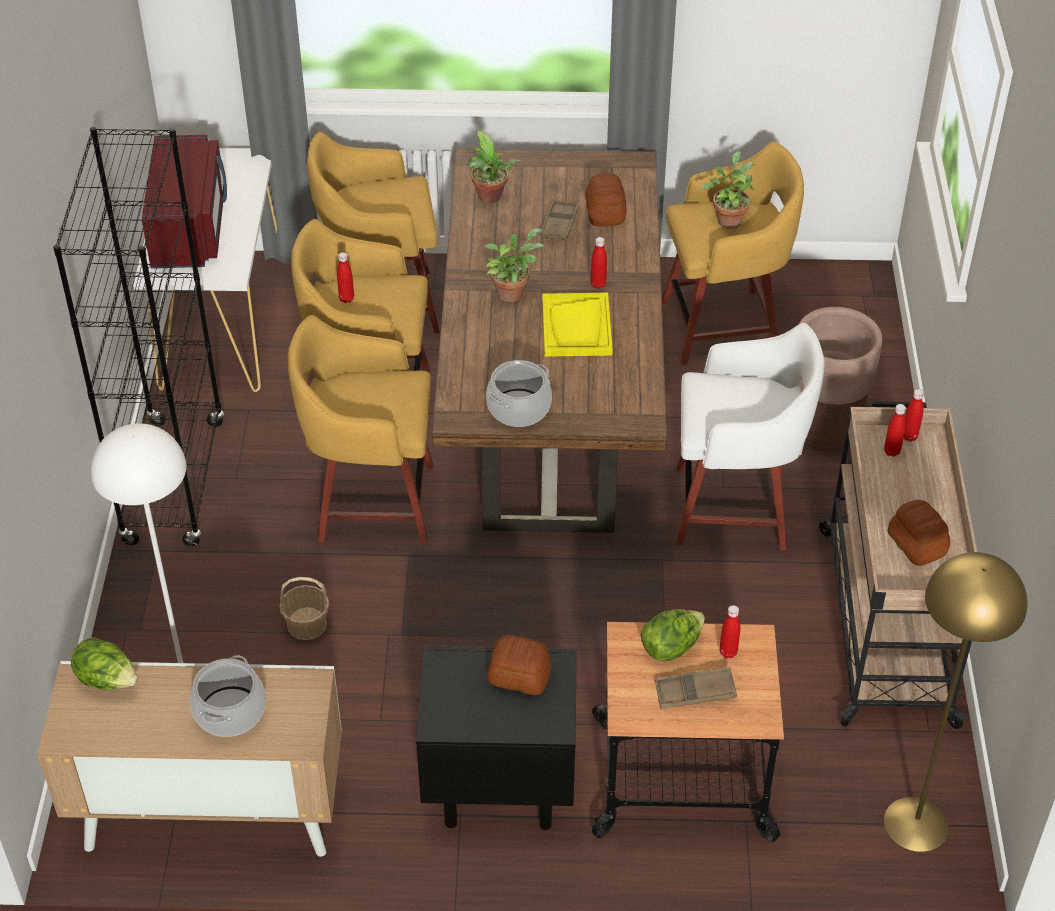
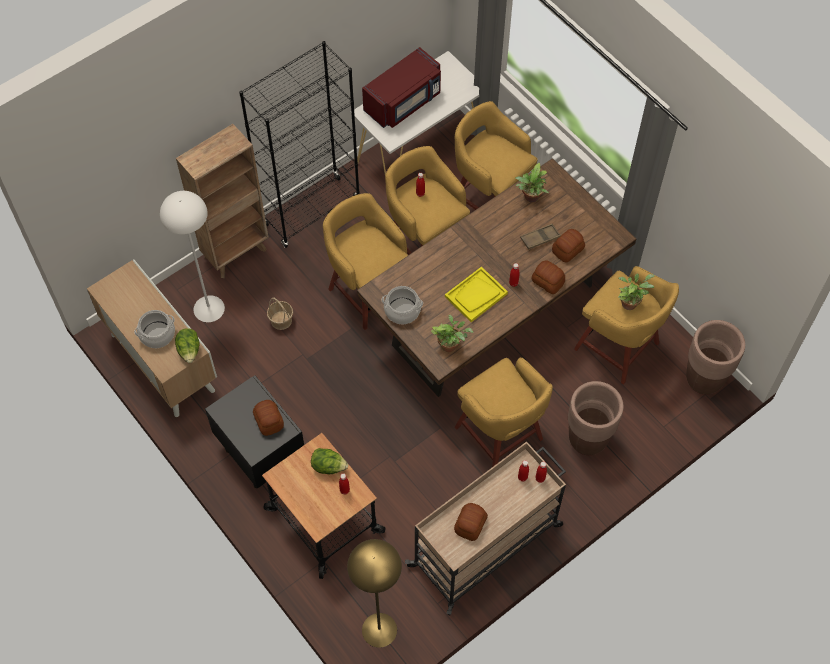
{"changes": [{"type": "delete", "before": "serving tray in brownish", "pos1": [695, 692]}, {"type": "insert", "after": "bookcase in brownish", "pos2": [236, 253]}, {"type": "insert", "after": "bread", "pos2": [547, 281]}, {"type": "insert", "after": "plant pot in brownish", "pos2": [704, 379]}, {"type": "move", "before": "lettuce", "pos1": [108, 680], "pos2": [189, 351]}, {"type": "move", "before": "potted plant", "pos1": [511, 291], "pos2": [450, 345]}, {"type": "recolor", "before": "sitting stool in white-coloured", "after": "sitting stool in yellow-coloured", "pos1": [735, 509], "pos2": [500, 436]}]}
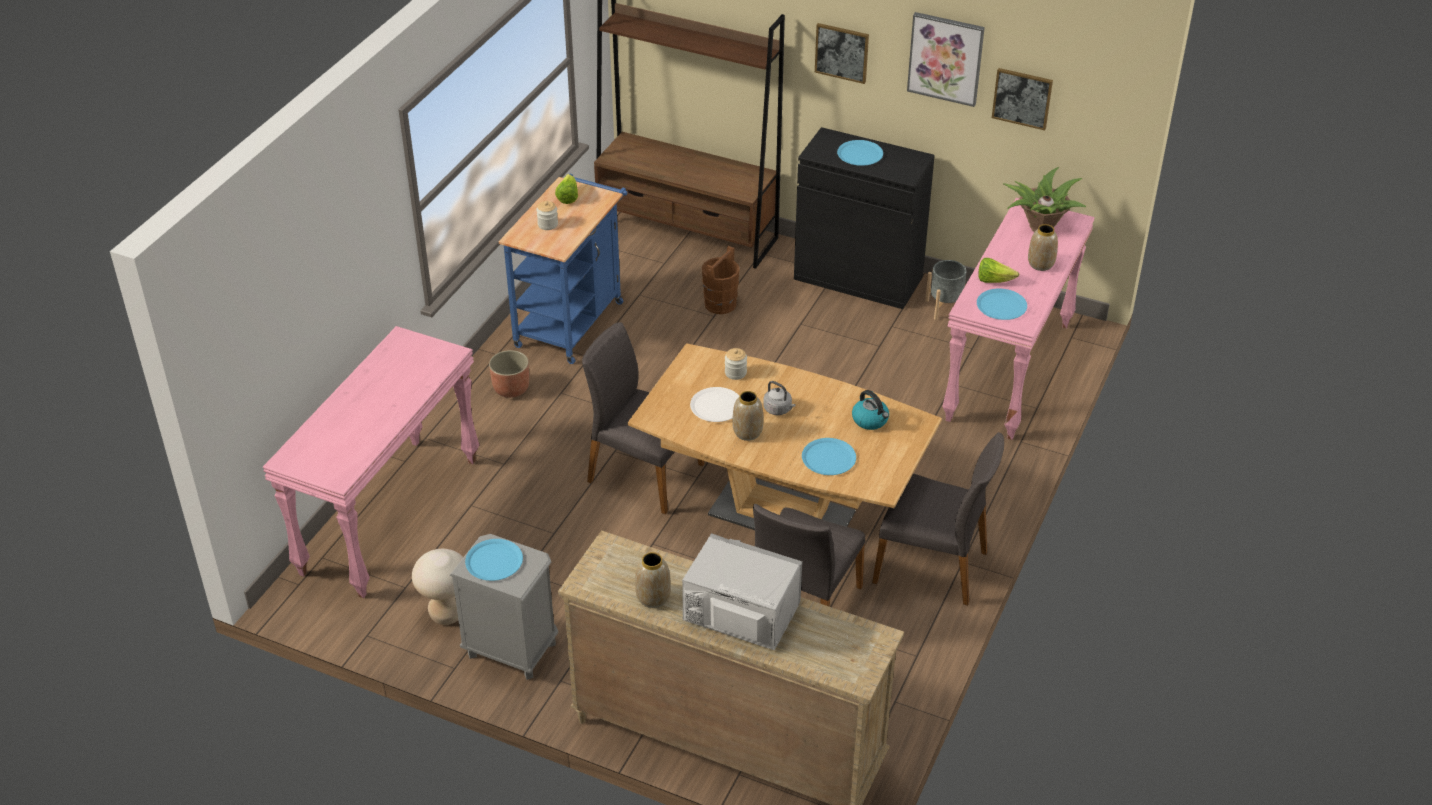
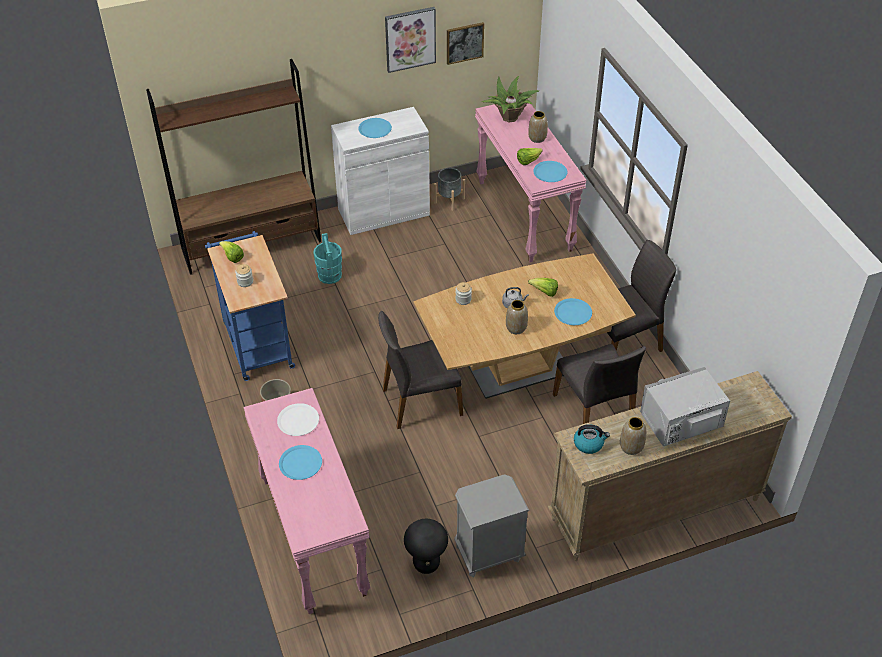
{"changes": [{"type": "delete", "before": "wall art", "pos1": [842, 52]}, {"type": "insert", "after": "lettuce", "pos2": [544, 292]}, {"type": "move", "before": "flat dish in blue-coloured", "pos1": [494, 561], "pos2": [300, 463]}, {"type": "move", "before": "flat dish in white-coloured", "pos1": [716, 406], "pos2": [298, 420]}, {"type": "move", "before": "water kettle", "pos1": [870, 420], "pos2": [589, 444]}, {"type": "recolor", "before": "sitting stool in sand-coloured", "after": "sitting stool in black", "pos1": [447, 614], "pos2": [426, 564]}, {"type": "recolor", "before": "pail in brownish", "after": "pail in blue-green", "pos1": [720, 304], "pos2": [330, 275]}, {"type": "recolor", "before": "storage cabinet in black", "after": "storage cabinet in white-coloured", "pos1": [858, 278], "pos2": [383, 212]}]}
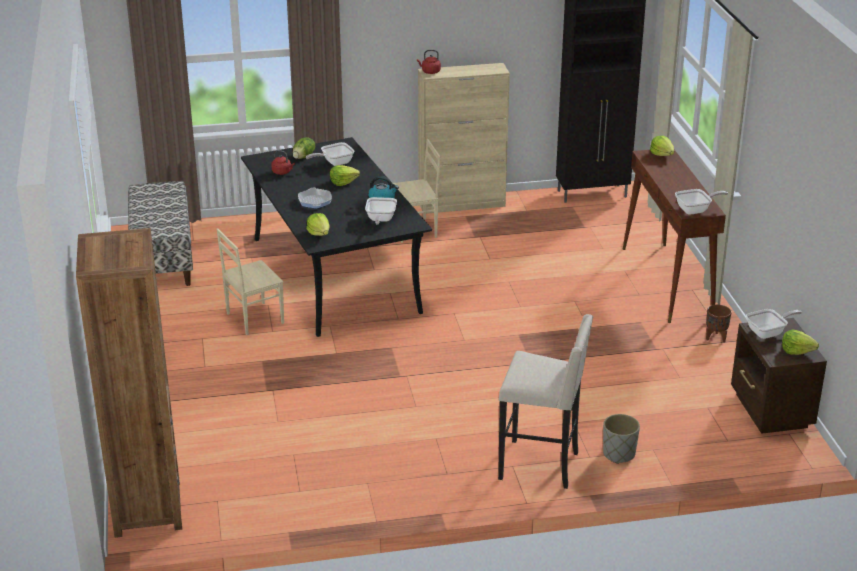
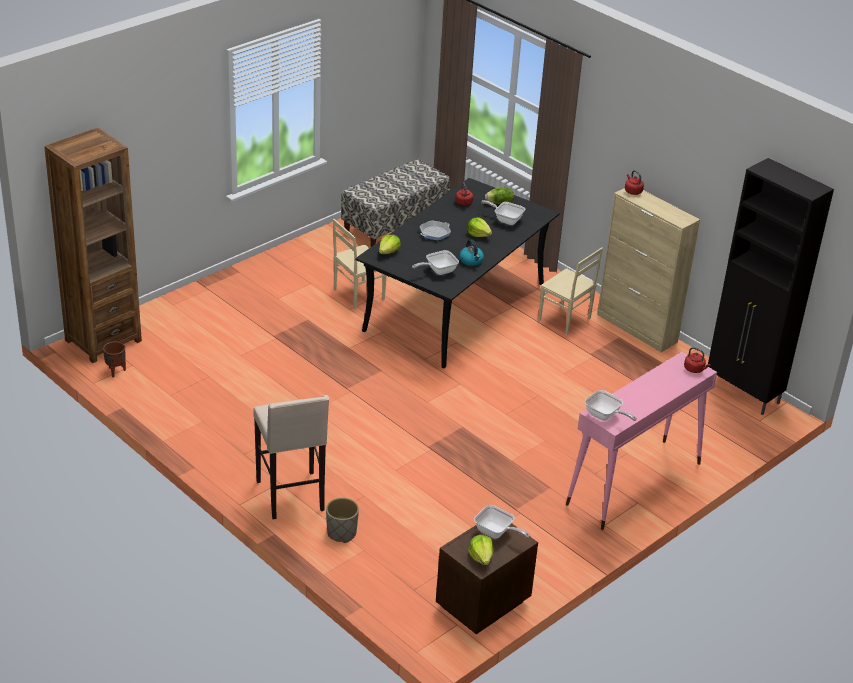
{"changes": [{"type": "move", "before": "plant pot in brownish", "pos1": [715, 338], "pos2": [115, 371]}, {"type": "replace", "before": "lettuce", "after": "water kettle in reddish", "pos1": [662, 154], "pos2": [695, 369]}, {"type": "recolor", "before": "hall table in brownish", "after": "hall table in pink-coloured", "pos1": [667, 282], "pos2": [633, 484]}, {"type": "rotate", "before": "upright chair in sand-coloured", "pos1": [253, 318], "pos2": [358, 294], "turn": -60}]}
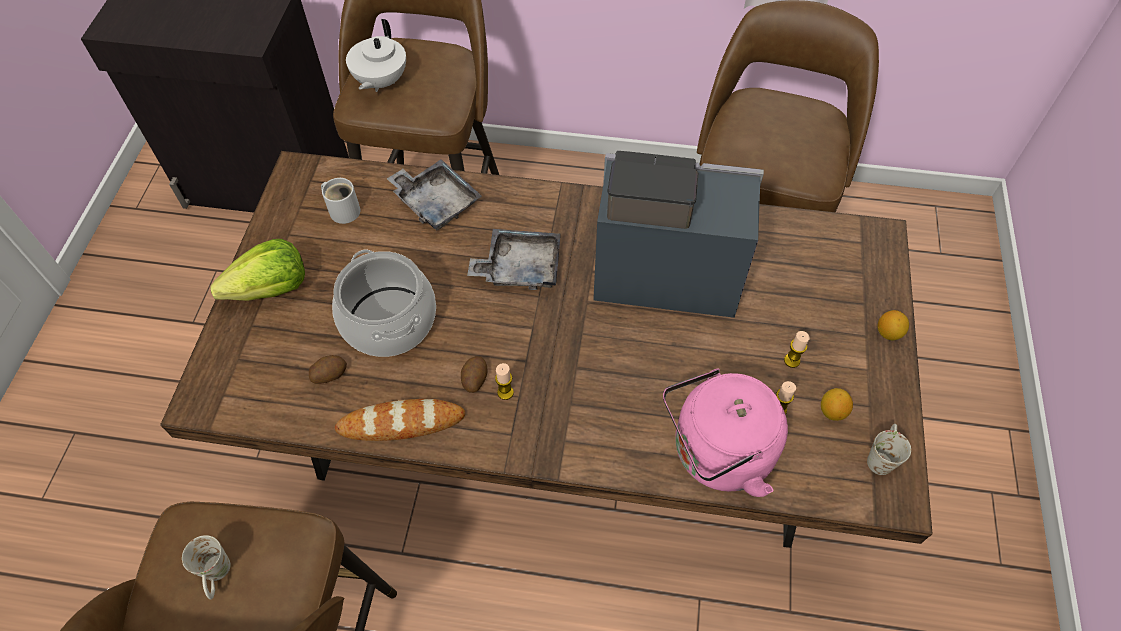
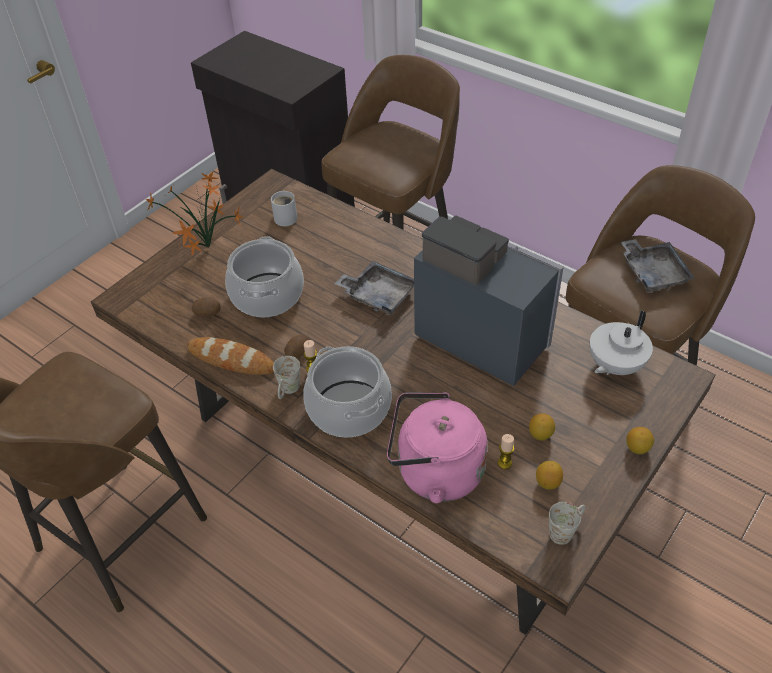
{"changes": [{"type": "insert", "after": "cooking pot", "pos2": [349, 408]}, {"type": "move", "before": "coffee mug in white-coloured", "pos1": [217, 576], "pos2": [288, 391]}, {"type": "move", "before": "teapot in white-coloured", "pos1": [380, 82], "pos2": [614, 365]}, {"type": "move", "before": "serving tray in greyish", "pos1": [436, 202], "pos2": [653, 273]}, {"type": "replace", "before": "lettuce", "after": "potted plant", "pos1": [271, 289], "pos2": [207, 249]}, {"type": "replace", "before": "wax candle", "after": "citrus fruit", "pos1": [792, 360], "pos2": [540, 434]}]}
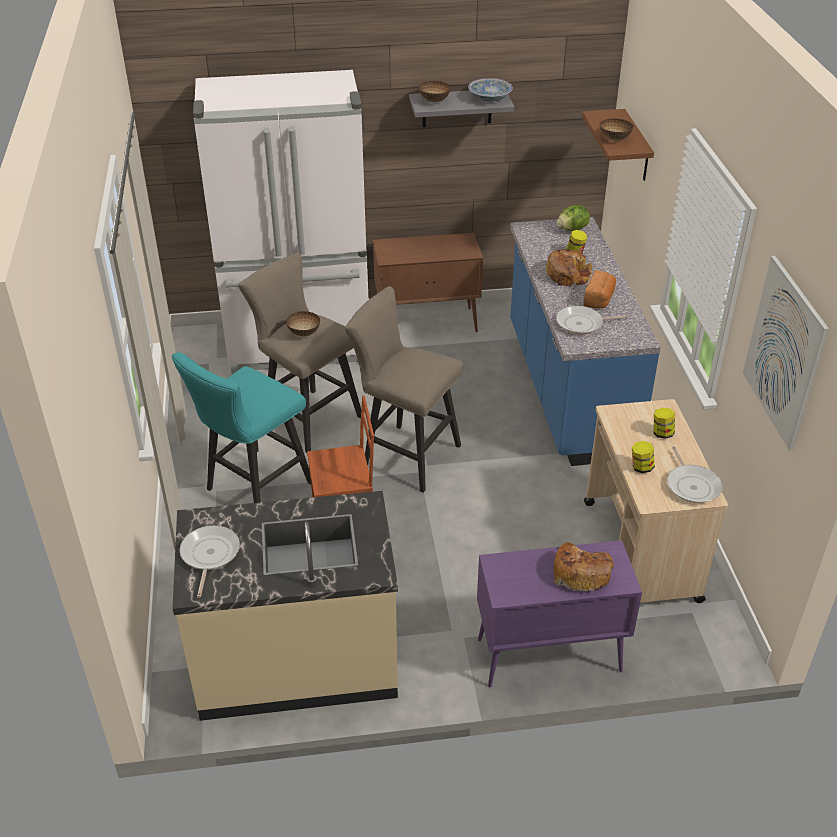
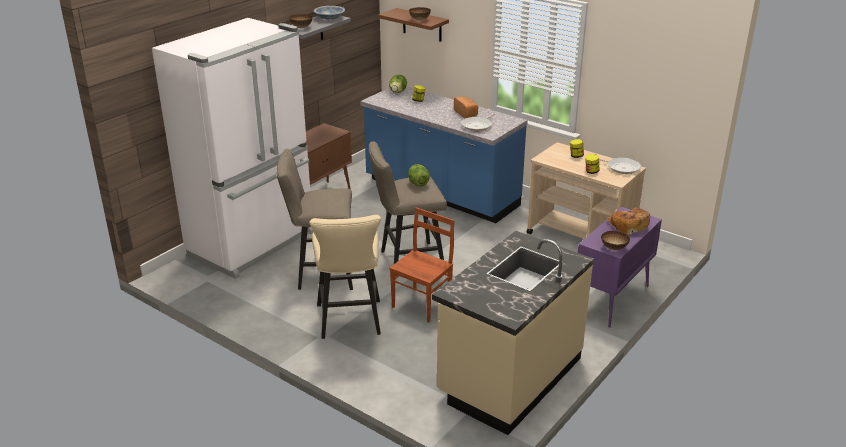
{"changes": [{"type": "delete", "before": "pan", "pos1": [209, 555]}, {"type": "delete", "before": "bread", "pos1": [567, 275]}, {"type": "delete", "before": "wall art", "pos1": [784, 352]}, {"type": "insert", "after": "lettuce", "pos2": [418, 183]}, {"type": "move", "before": "deep dish", "pos1": [304, 333], "pos2": [614, 248]}, {"type": "recolor", "before": "sitting stool in blue-green", "after": "sitting stool in sand-coloured", "pos1": [253, 489], "pos2": [350, 322]}]}
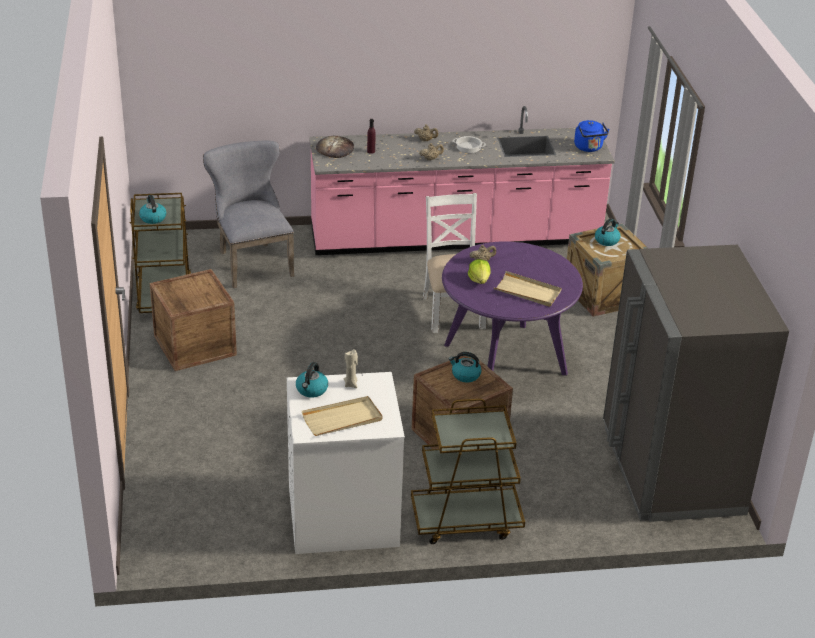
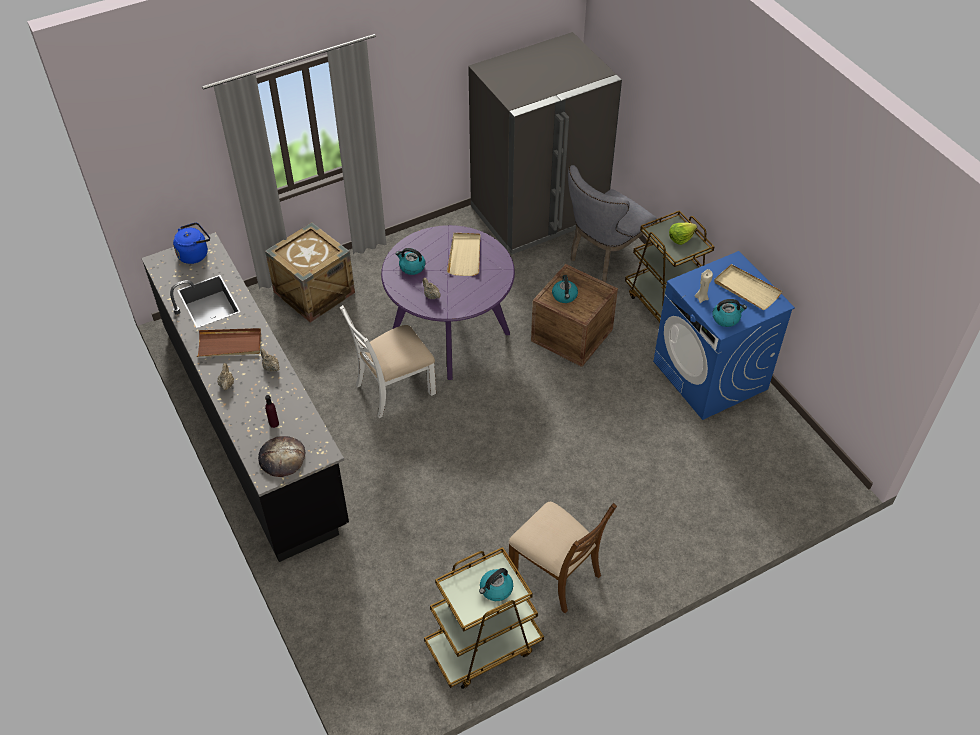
{"changes": [{"type": "move", "before": "upright chair in greyish", "pos1": [251, 262], "pos2": [605, 258]}, {"type": "move", "before": "lettuce", "pos1": [479, 280], "pos2": [681, 238]}, {"type": "move", "before": "water kettle", "pos1": [607, 240], "pos2": [411, 267]}, {"type": "replace", "before": "packing crate", "after": "upright chair in brownish", "pos1": [195, 345], "pos2": [556, 573]}, {"type": "replace", "before": "cooking pot", "after": "serving tray in brownish", "pos1": [468, 147], "pos2": [230, 344]}, {"type": "recolor", "before": "washing machine in white-coloured", "after": "washing machine in blue-coloured", "pos1": [342, 516], "pos2": [710, 376]}, {"type": "recolor", "before": "kitchen counter in pink-coloured", "after": "kitchen counter in black", "pos1": [455, 238], "pos2": [254, 424]}]}
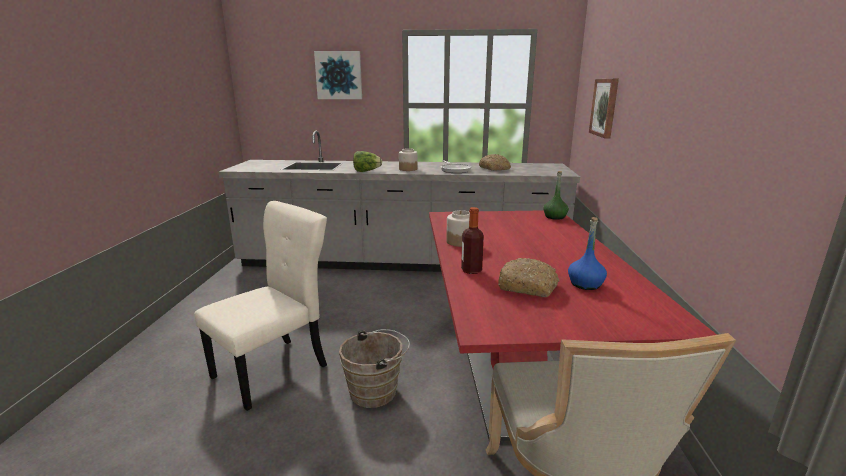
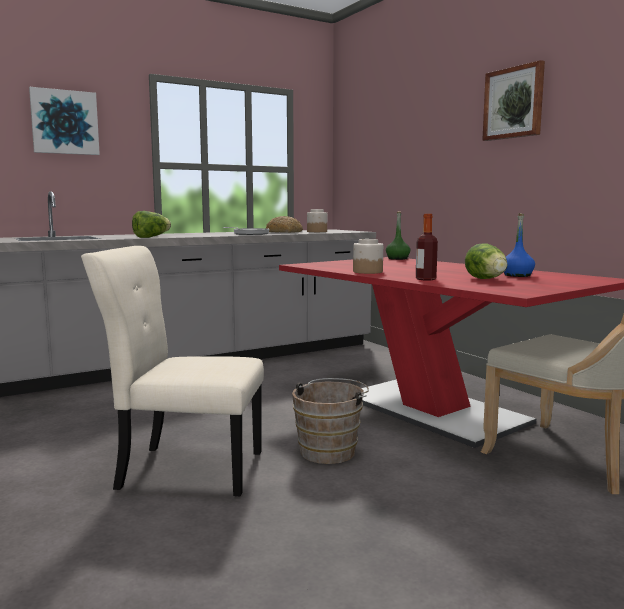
{"changes": [{"type": "move", "before": "preserve jar", "pos1": [408, 169], "pos2": [316, 231]}, {"type": "move", "before": "wall art", "pos1": [605, 107], "pos2": [514, 103]}, {"type": "replace", "before": "bread", "after": "lettuce", "pos1": [528, 286], "pos2": [487, 279]}, {"type": "rotate", "before": "upright chair in sand-coloured", "pos1": [274, 369], "pos2": [185, 469], "turn": -90}]}
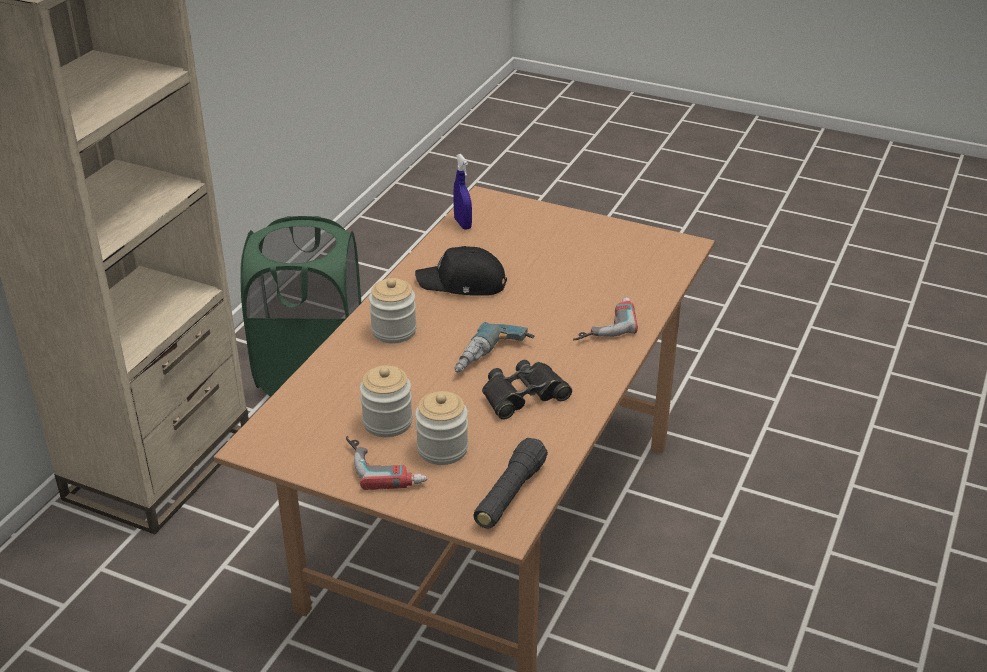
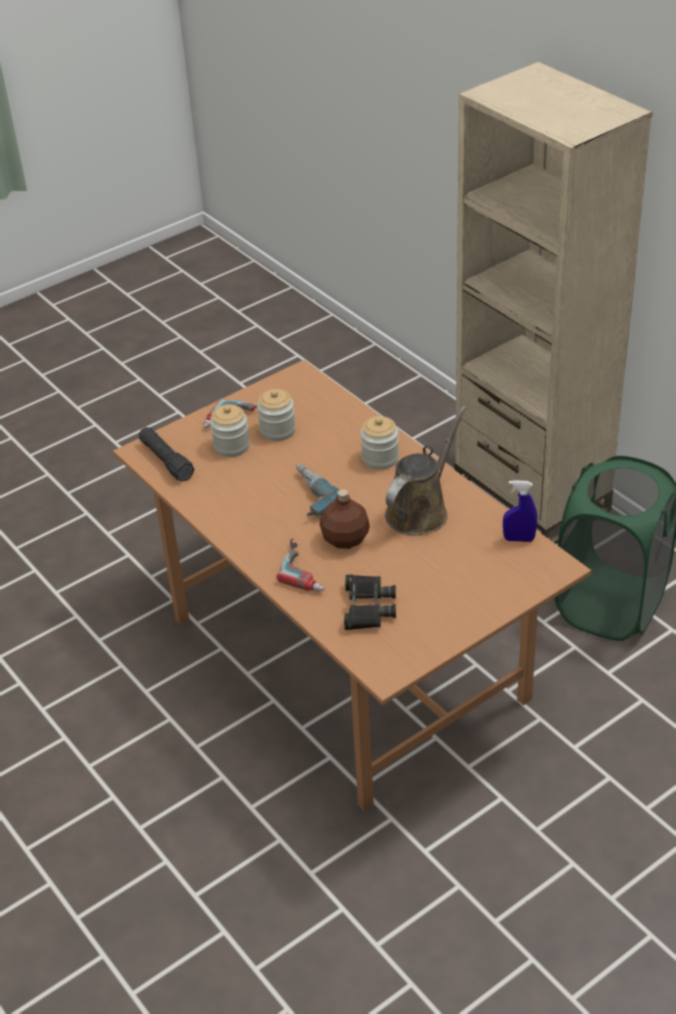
{"changes": [{"type": "insert", "after": "bottle in brownish", "pos2": [346, 539]}, {"type": "move", "before": "field glasses in black", "pos1": [523, 395], "pos2": [367, 607]}, {"type": "replace", "before": "baseball cap in black", "after": "watering pot in brownish", "pos1": [462, 283], "pos2": [420, 511]}]}
